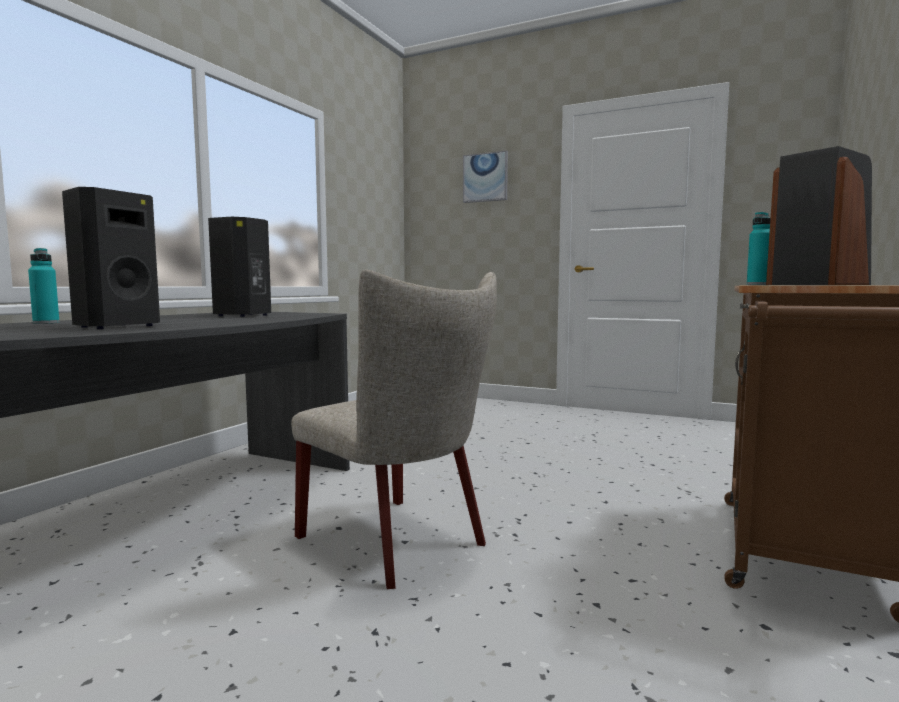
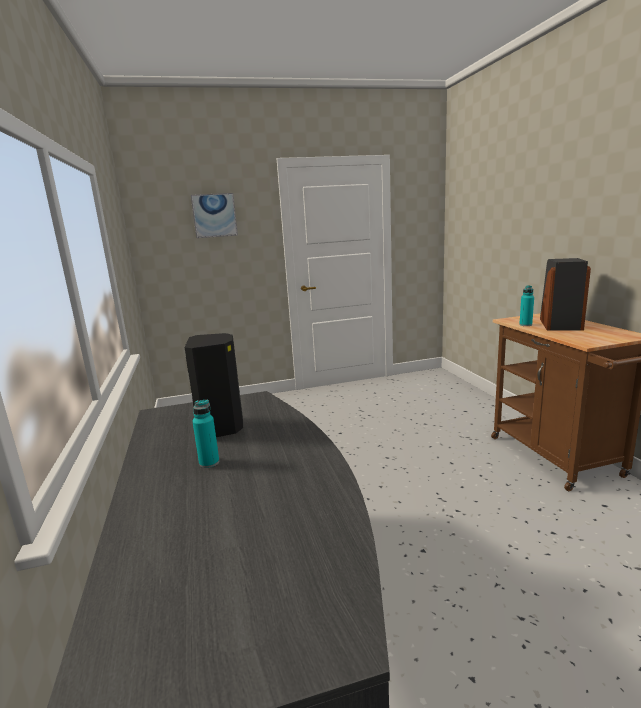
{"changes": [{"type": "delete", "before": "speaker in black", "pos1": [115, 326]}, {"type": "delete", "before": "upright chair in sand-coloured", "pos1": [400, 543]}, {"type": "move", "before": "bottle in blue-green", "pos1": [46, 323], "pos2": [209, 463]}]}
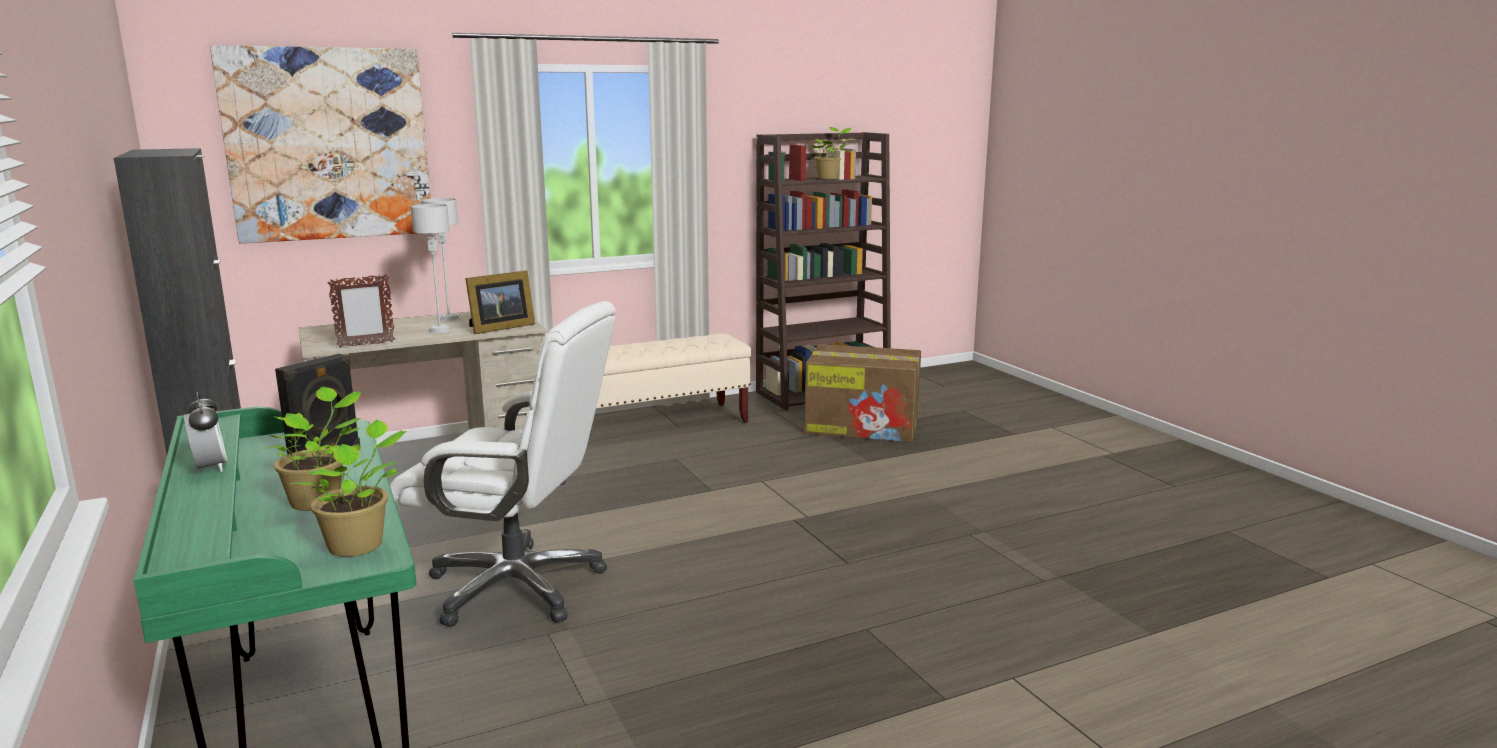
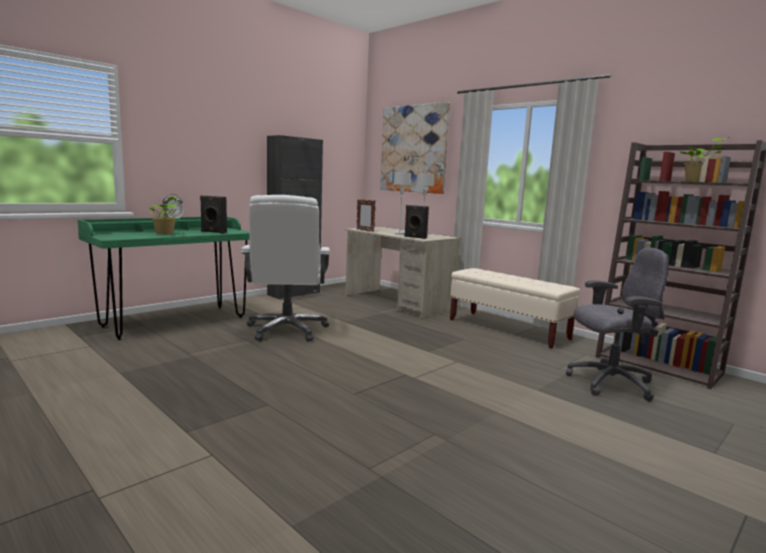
{"changes": [{"type": "delete", "before": "potted plant", "pos1": [360, 545]}, {"type": "replace", "before": "standing frame", "after": "speaker in black", "pos1": [499, 328], "pos2": [415, 237]}, {"type": "replace", "before": "cardboard box", "after": "computer chair in greyish", "pos1": [864, 426], "pos2": [609, 383]}]}
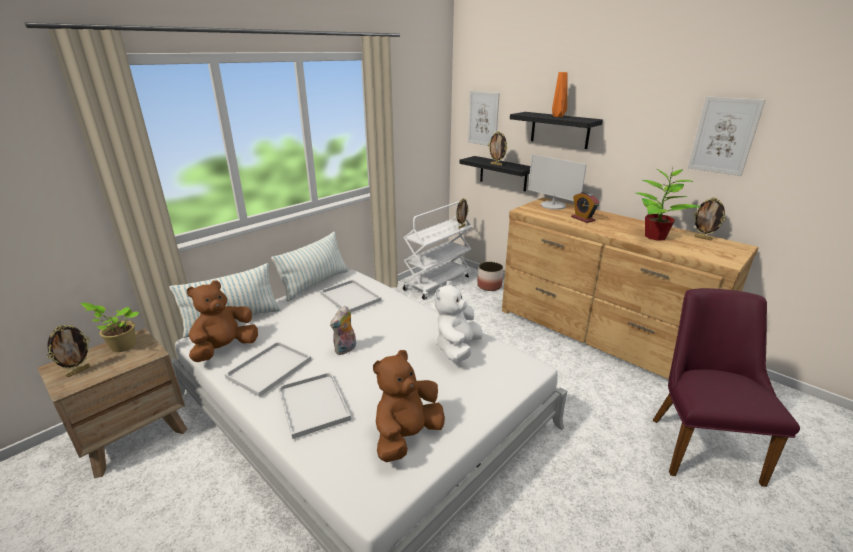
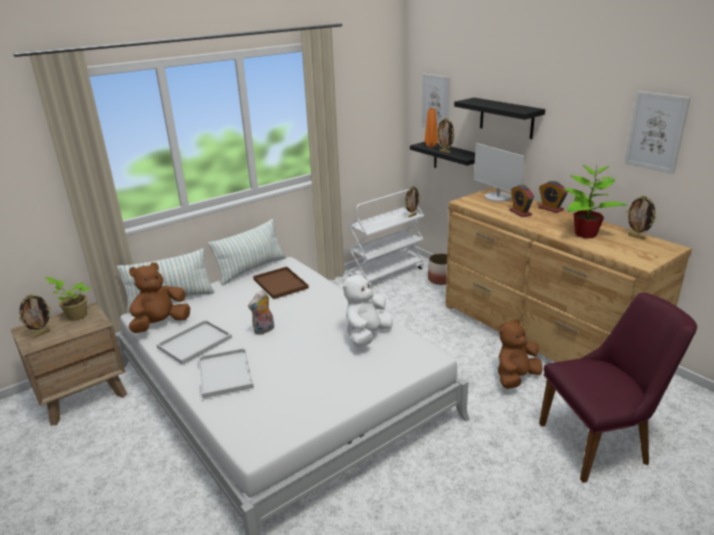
{"changes": [{"type": "insert", "after": "table clock", "pos2": [550, 208]}, {"type": "move", "before": "soft toy in brownish", "pos1": [407, 436], "pos2": [516, 378]}, {"type": "move", "before": "decorative vase in orangey", "pos1": [557, 116], "pos2": [430, 146]}, {"type": "recolor", "before": "serving tray in white-coloured", "after": "serving tray in brownish", "pos1": [351, 297], "pos2": [281, 284]}, {"type": "rotate", "before": "upright chair in purple", "pos1": [698, 442], "pos2": [602, 443], "turn": 60}]}
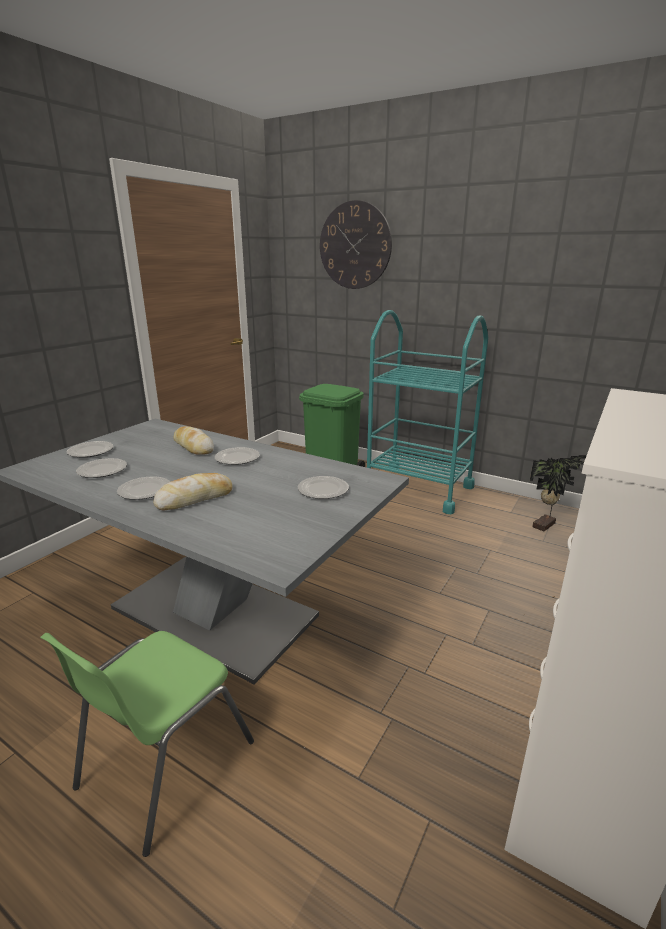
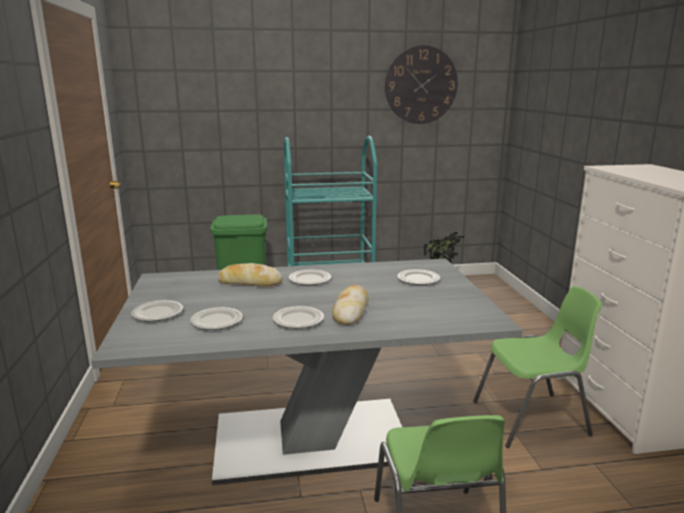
{"changes": [{"type": "insert", "after": "upright chair in green-coloured", "pos2": [532, 419]}, {"type": "move", "before": "wall clock", "pos1": [355, 246], "pos2": [421, 85]}]}
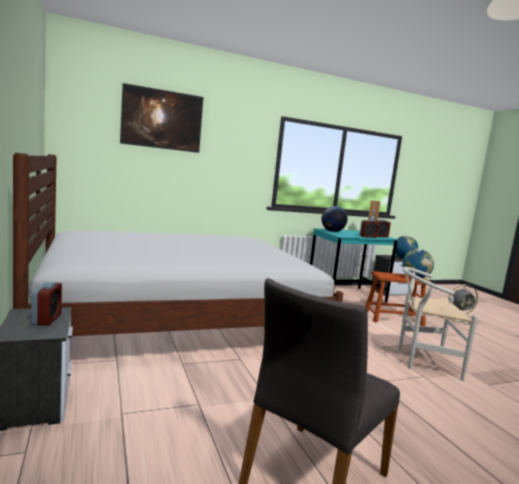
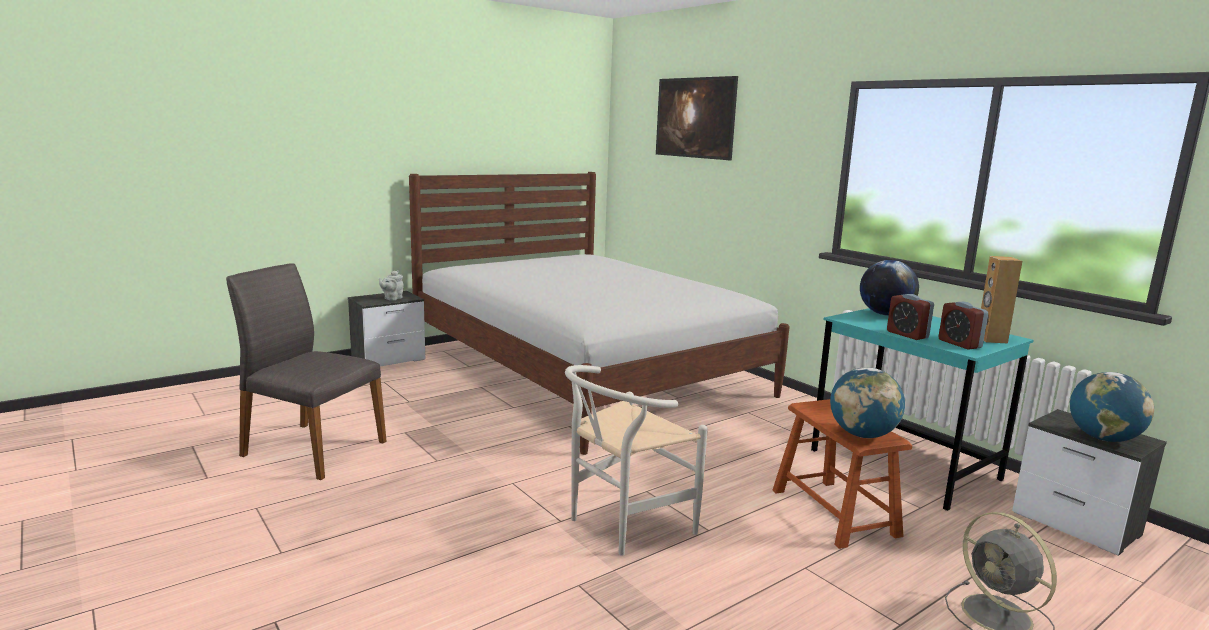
{"changes": [{"type": "replace", "before": "table clock", "after": "teapot in greyish", "pos1": [46, 319], "pos2": [392, 298]}, {"type": "rotate", "before": "upright chair in white-coloured", "pos1": [422, 361], "pos2": [622, 525], "turn": -120}]}
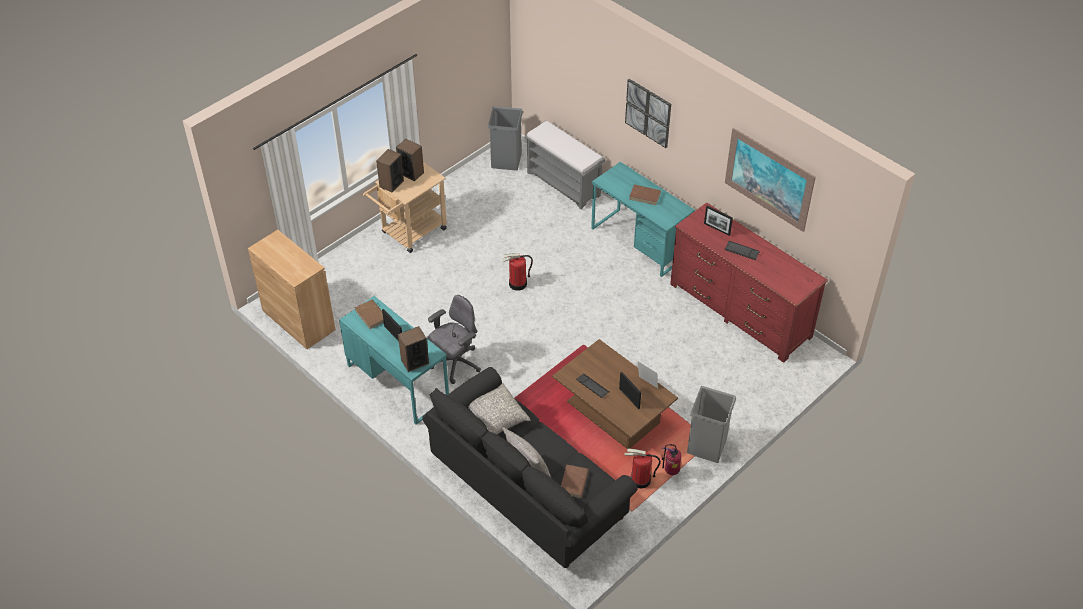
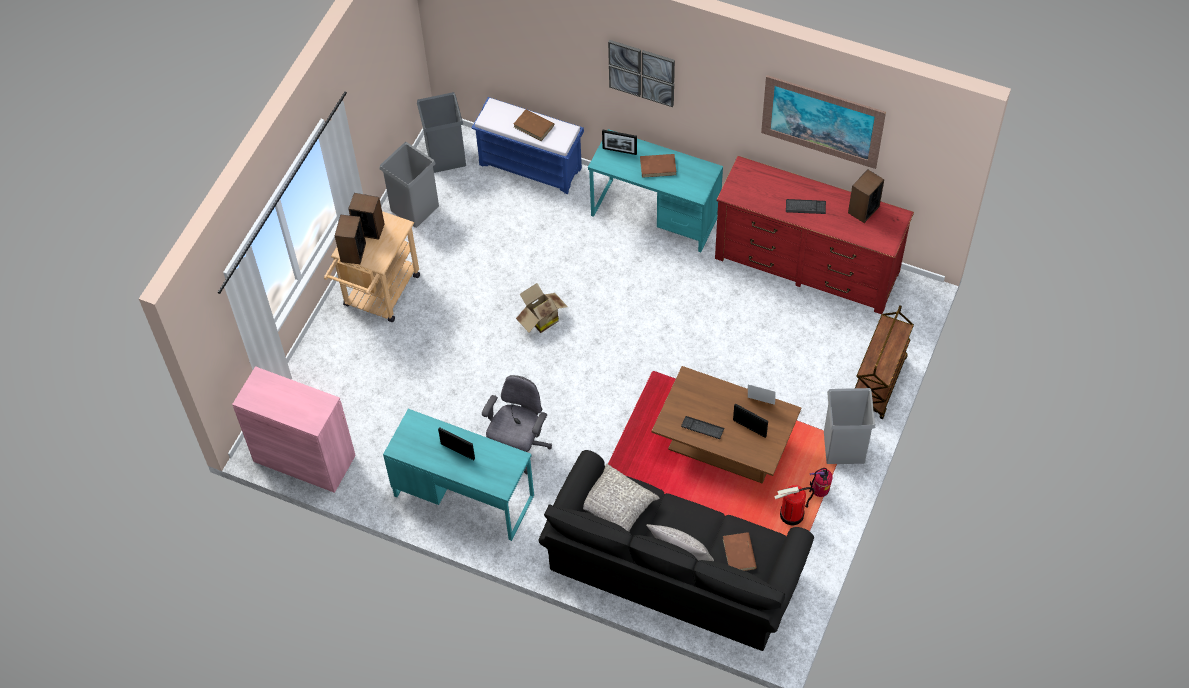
{"changes": [{"type": "insert", "after": "waste bin in greyish", "pos2": [415, 208]}, {"type": "insert", "after": "cart in brownish", "pos2": [879, 383]}, {"type": "move", "before": "book in brownish", "pos1": [371, 315], "pos2": [534, 126]}, {"type": "move", "before": "speaker", "pos1": [414, 361], "pos2": [863, 209]}, {"type": "move", "before": "standing frame", "pos1": [717, 229], "pos2": [619, 151]}, {"type": "replace", "before": "fire extinguisher", "after": "cardboard box", "pos1": [517, 284], "pos2": [540, 319]}, {"type": "recolor", "before": "storage cabinet in brownish", "after": "storage cabinet in pink-coloured", "pos1": [298, 320], "pos2": [304, 458]}, {"type": "recolor", "before": "bench in greyish", "after": "bench in blue-coloured", "pos1": [564, 184], "pos2": [531, 166]}]}
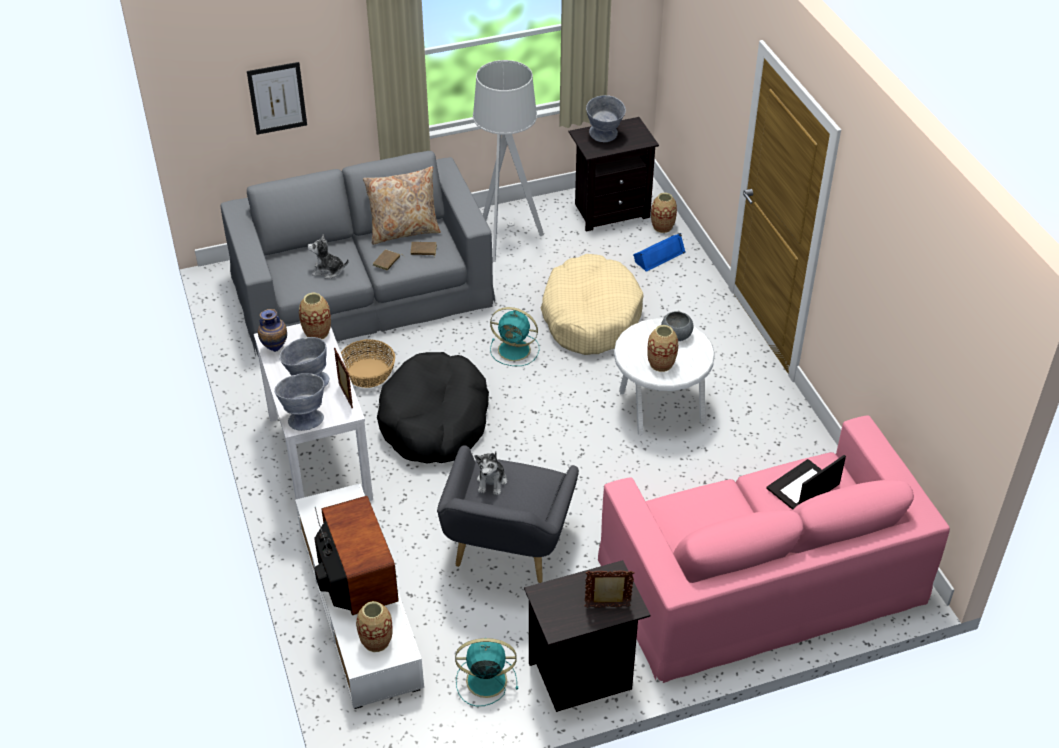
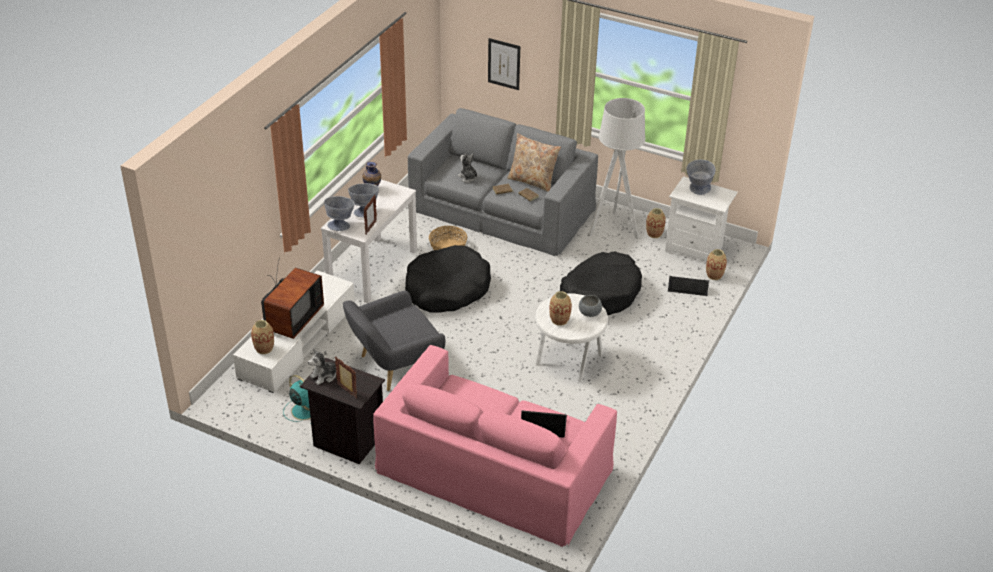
{"changes": [{"type": "delete", "before": "cooling fan in blue-green", "pos1": [515, 350]}, {"type": "move", "before": "decorative vase", "pos1": [317, 332], "pos2": [654, 234]}, {"type": "move", "before": "soft toy", "pos1": [492, 482], "pos2": [324, 376]}, {"type": "recolor", "before": "pet bed in sand-coloured", "after": "pet bed in black", "pos1": [591, 317], "pos2": [600, 293]}, {"type": "recolor", "before": "night table in black", "after": "night table in white-coloured", "pos1": [610, 210], "pos2": [696, 249]}, {"type": "recolor", "before": "speaker in blue-coloured", "after": "speaker in black", "pos1": [658, 256], "pos2": [687, 288]}]}
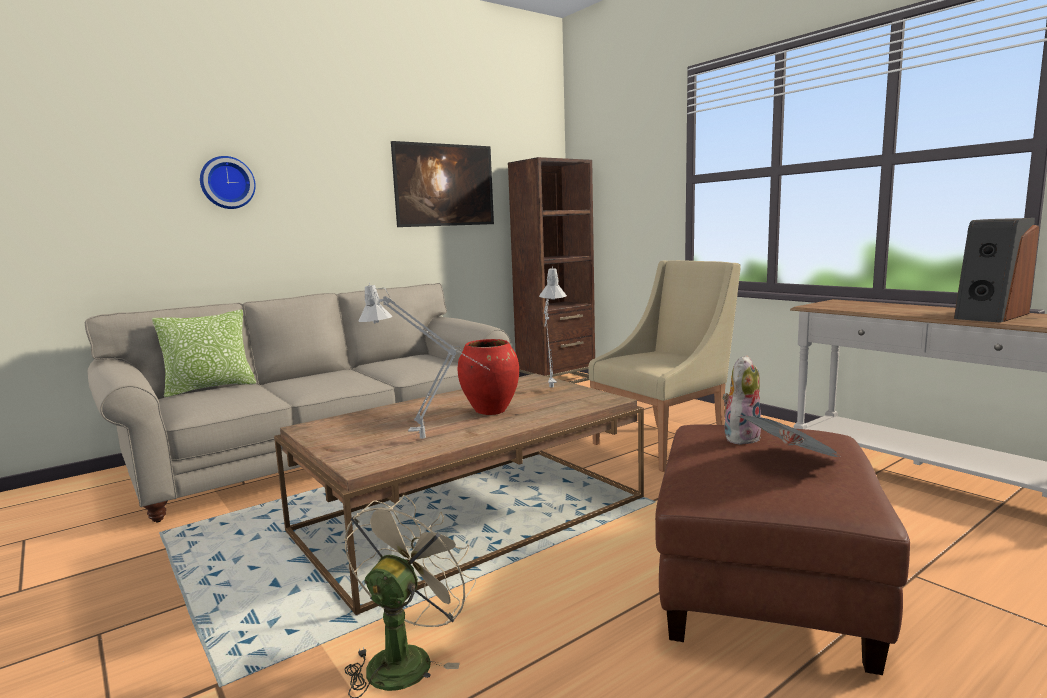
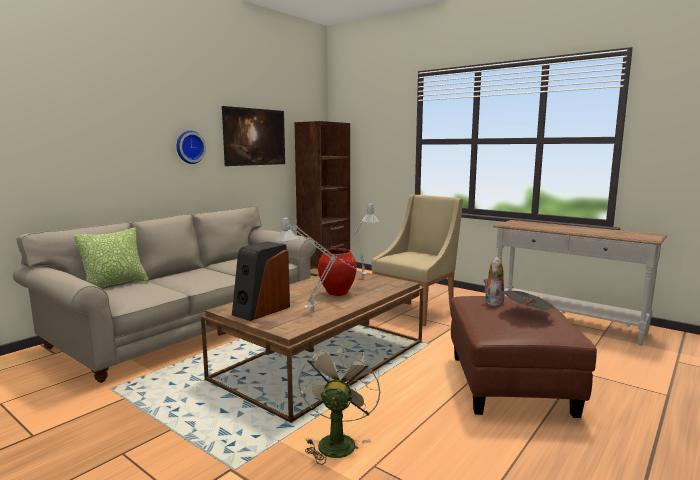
{"changes": [{"type": "move", "before": "wall clock", "pos1": [227, 183], "pos2": [189, 147]}, {"type": "move", "before": "speaker", "pos1": [989, 316], "pos2": [261, 310]}]}
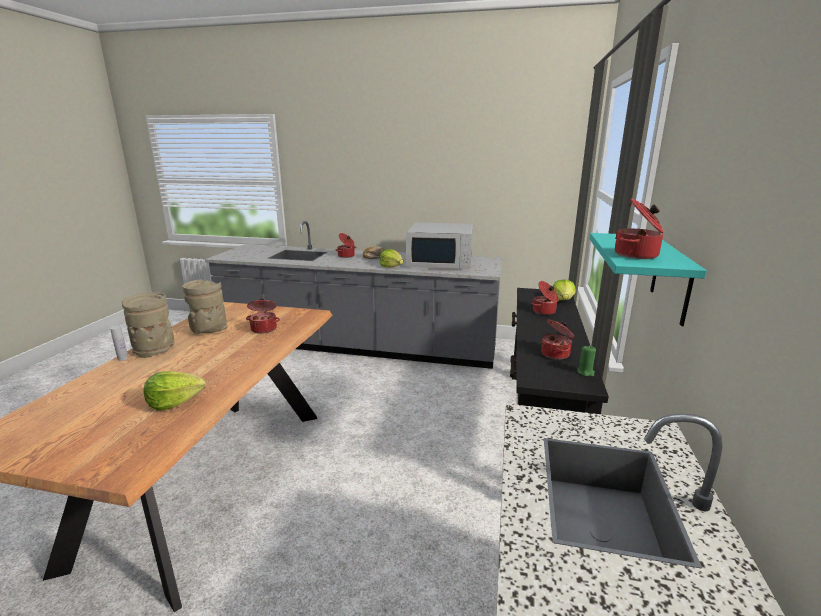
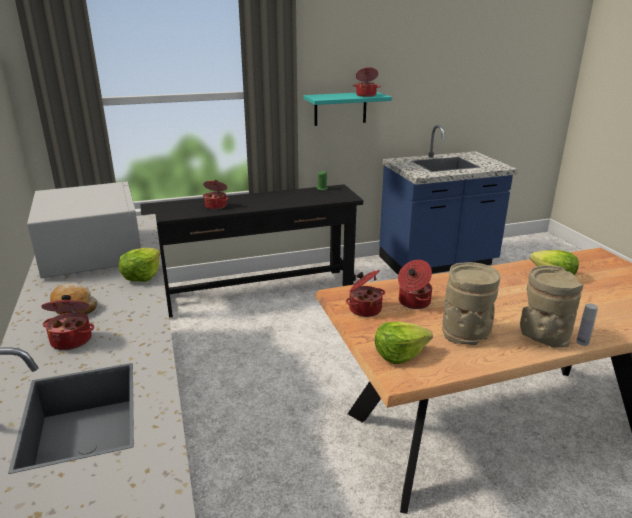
{"changes": [{"type": "move", "before": "cooking pot", "pos1": [556, 354], "pos2": [364, 309]}, {"type": "move", "before": "lettuce", "pos1": [563, 300], "pos2": [399, 354]}]}
